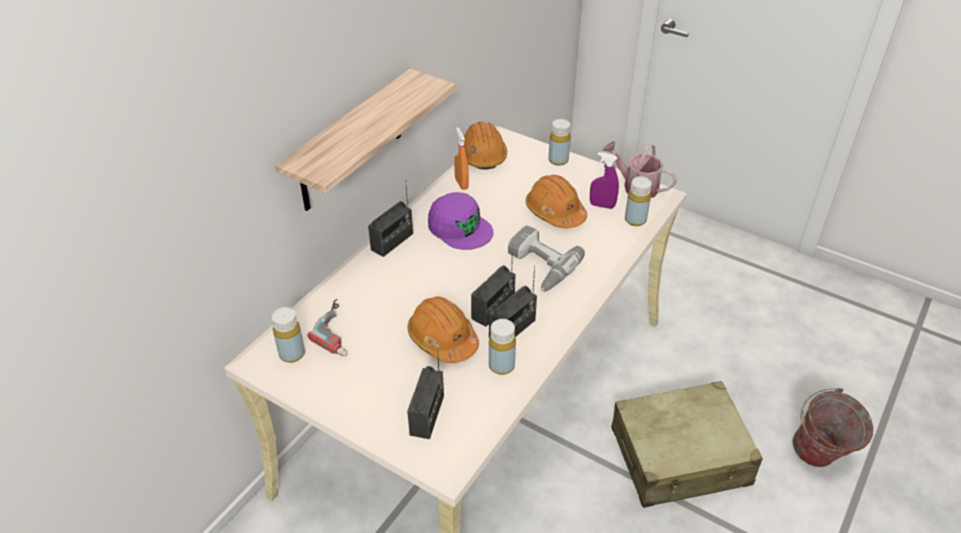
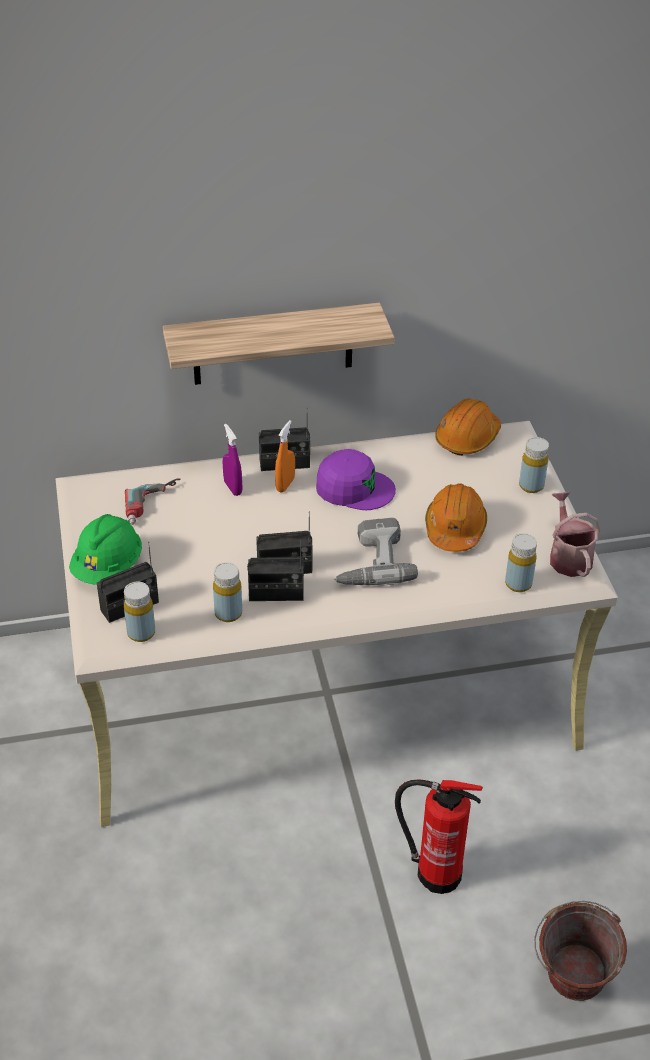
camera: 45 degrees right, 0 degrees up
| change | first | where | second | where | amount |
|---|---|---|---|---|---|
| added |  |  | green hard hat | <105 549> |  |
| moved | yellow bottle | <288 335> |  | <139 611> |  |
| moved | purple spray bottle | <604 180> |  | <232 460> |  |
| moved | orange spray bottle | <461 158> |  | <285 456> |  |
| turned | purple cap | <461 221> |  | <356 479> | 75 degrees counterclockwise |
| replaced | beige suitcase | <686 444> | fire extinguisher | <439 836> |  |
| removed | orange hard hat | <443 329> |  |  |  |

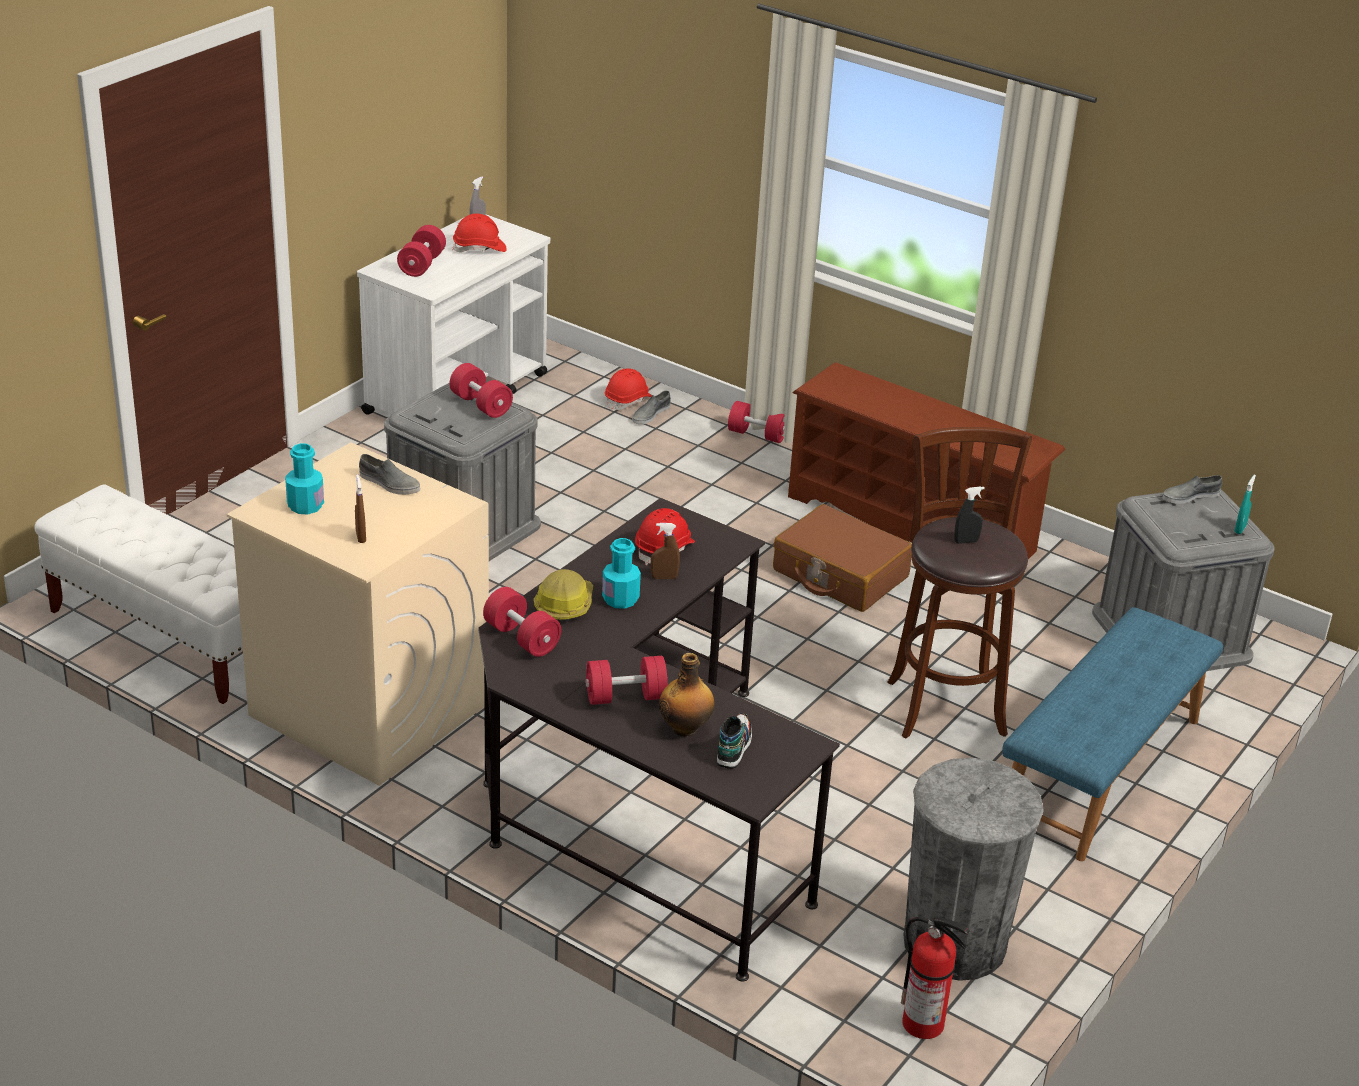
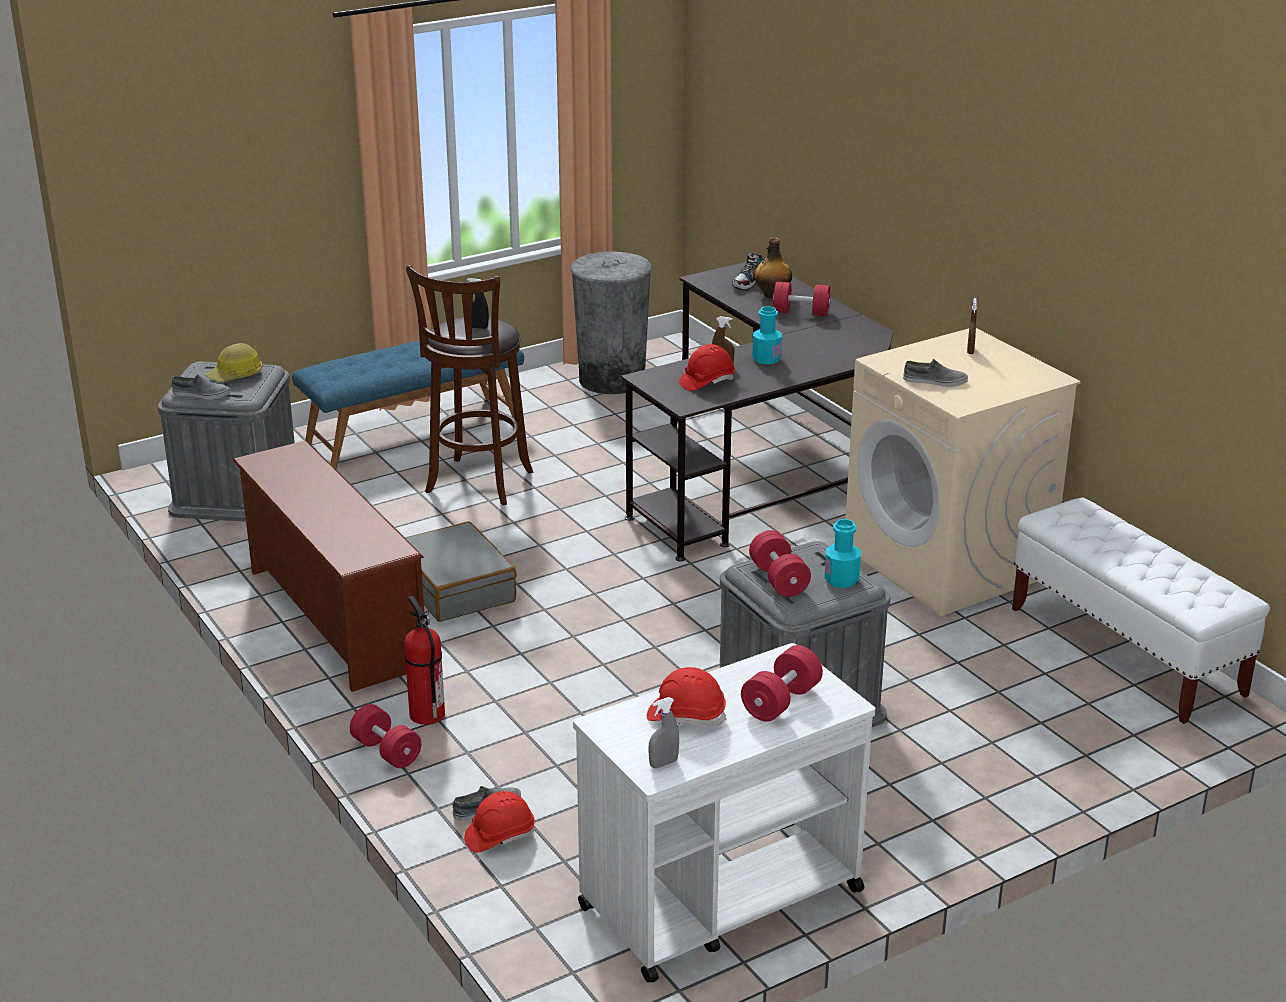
camera: 155 degrees left, 5 degrees down
| change | first | where | second | where | amount |
|---|---|---|---|---|---|
| moved | hard hat | <563 595> |  | <234 362> |  |
| moved | fire extinguisher | <935 978> |  | <424 660> |  |
| recoloured | brown suitcase | <842 558> | grey suitcase | <461 571> |  |
| moved | turquoise bottle | <304 478> |  | <842 553> |  |
| turned | grey shoe | <389 474> |  | <935 373> | 135 degrees clockwise |
| removed | red dumbbell | <522 622> |  |  |  |
| removed | turquoise spray bottle | <1245 504> |  |  |  |

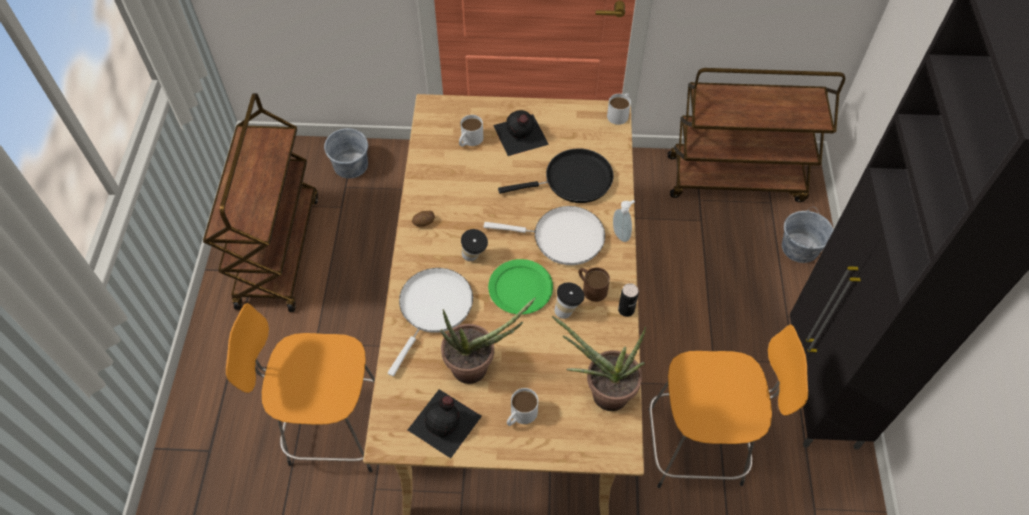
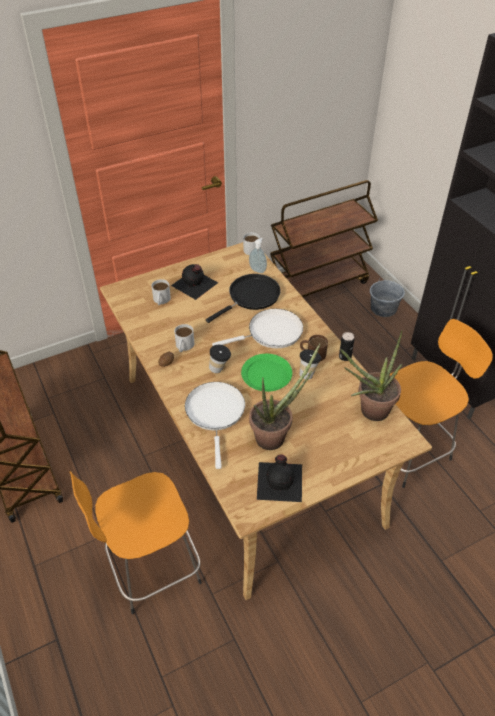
camera: 30 degrees left, 10 degrees down
| change | first | where | second | where | amount |
|---|---|---|---|---|---|
| moved | white mug | <522 407> |  | <184 338> |  |
| moved | soap dispenser | <624 221> |  | <258 255> |  |
| removed | grey bucket | <346 153> |  |  |  |

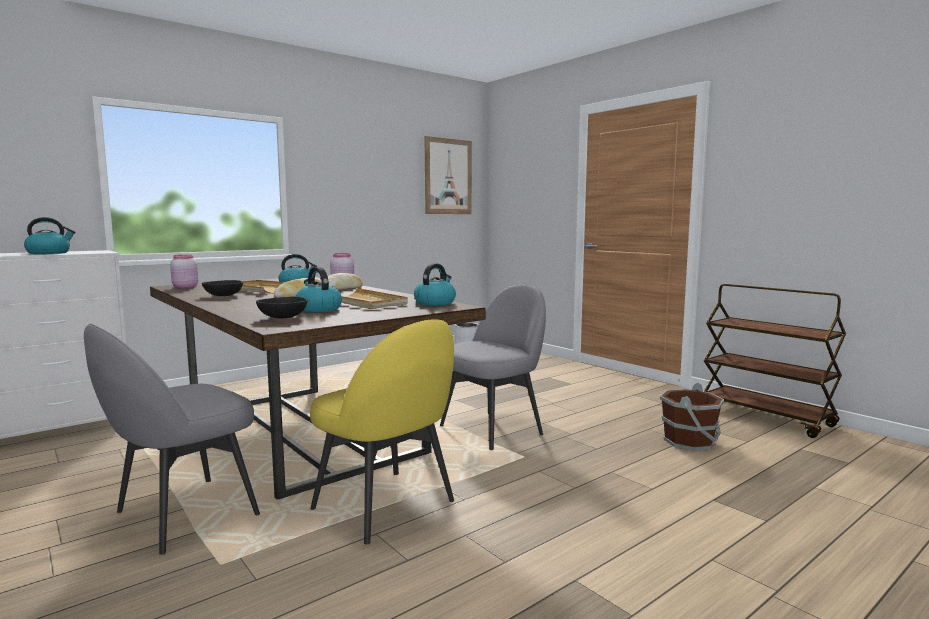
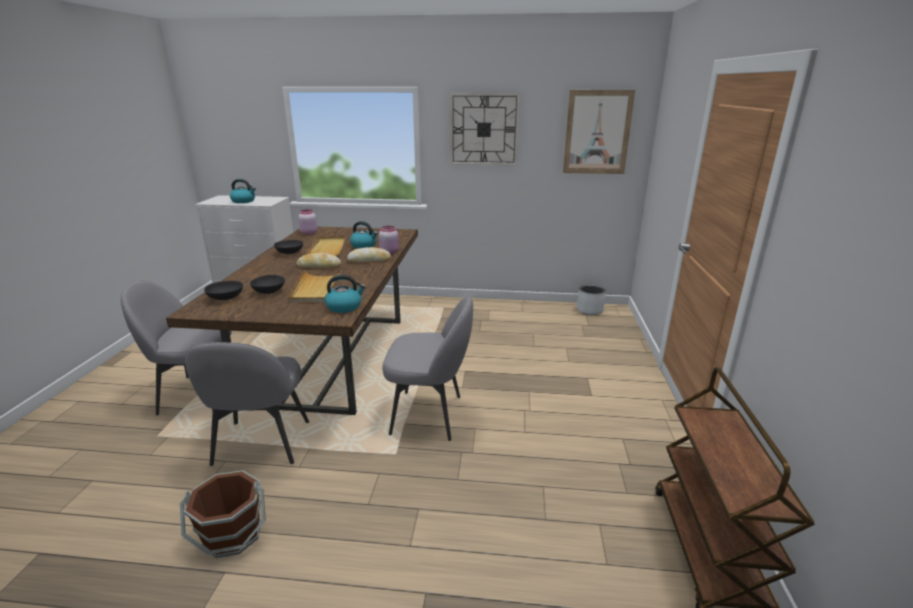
camera: 45 degrees right, 15 degrees up
| change | first | where | second | where | amount |
|---|---|---|---|---|---|
| moved | brown bucket | <692 417> |  | <223 514> |  |
| recoloured | yellow chair | <382 432> | grey chair | <247 404> |  |
| replaced | kettle | <319 289> | black bowl | <267 284> |  |
| added |  |  | wall clock | <485 129> |  |

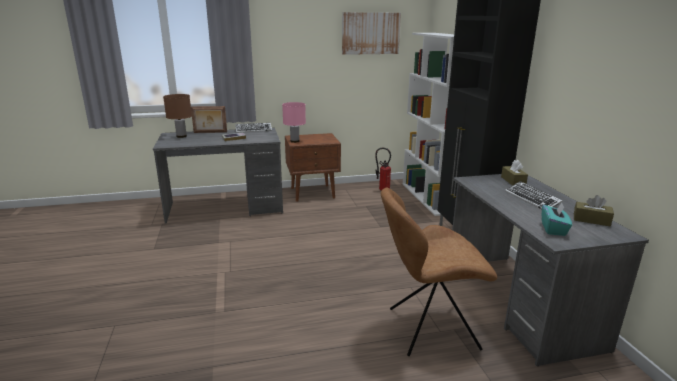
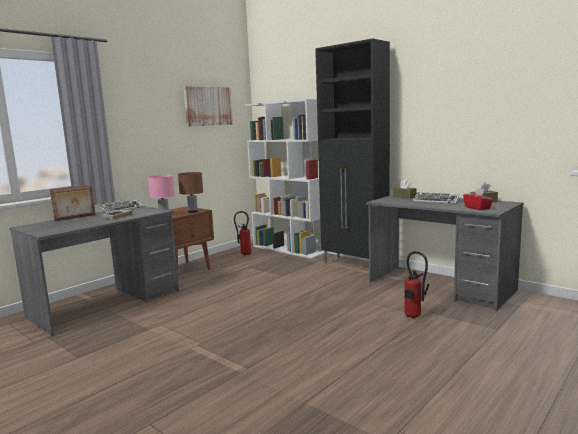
camera: 35 degrees left, 10 degrees down
| change | first | where | second | where | amount |
|---|---|---|---|---|---|
| moved | brown table lamp | <177 116> |  | <190 192> |  |
| replaced | brown chair | <439 272> | fire extinguisher | <416 285> |  |
| recoloured | turquoise tissue box | <557 219> | red tissue box | <478 199> |  |

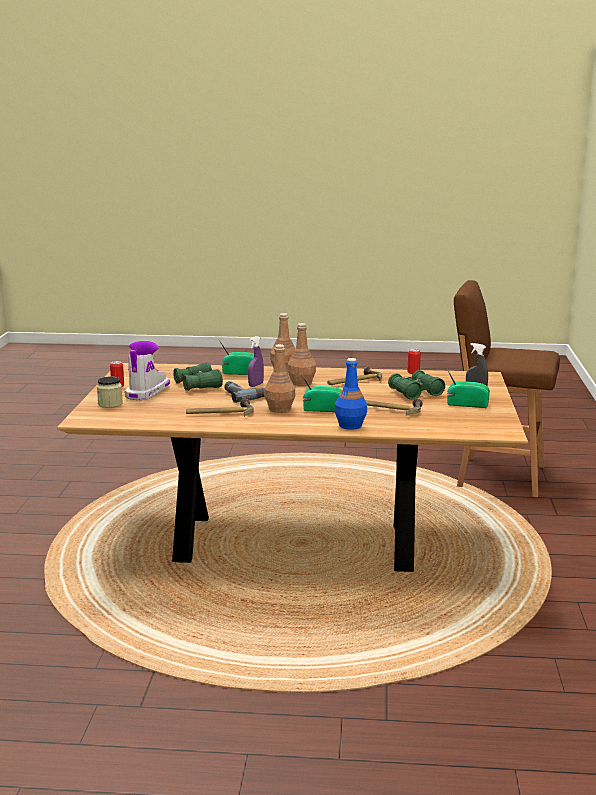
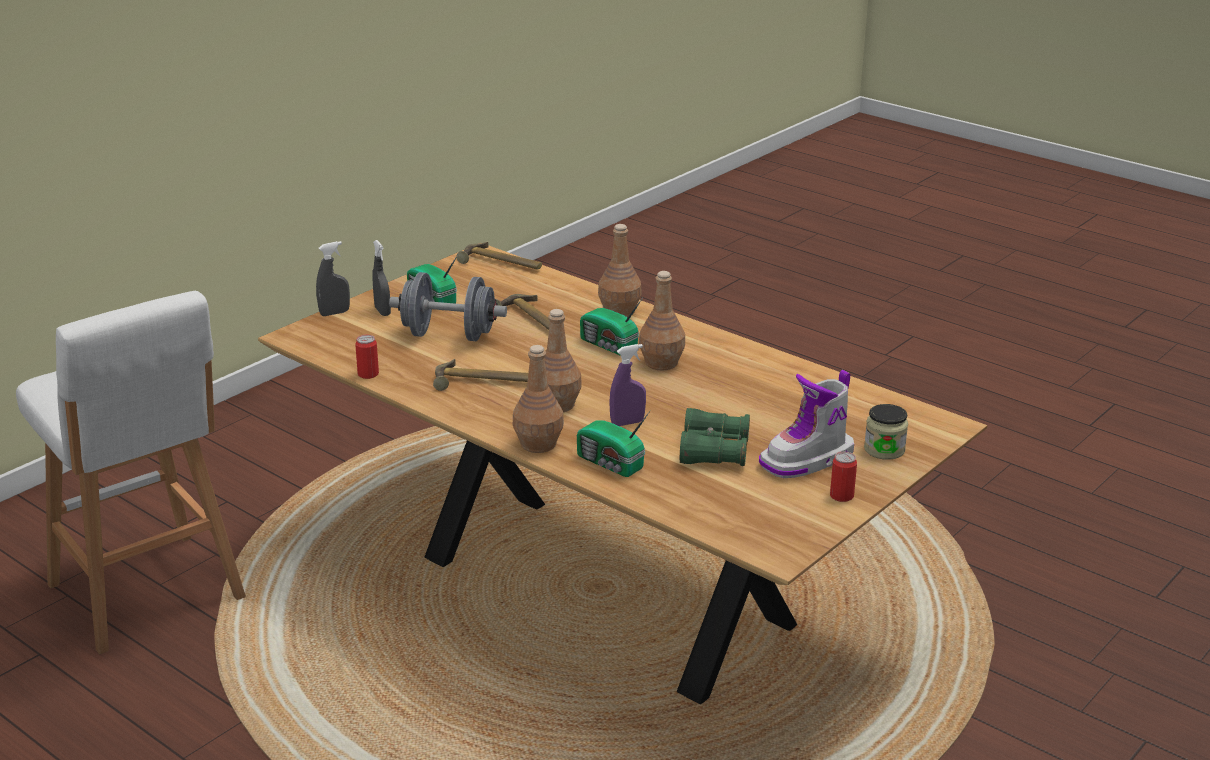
camera: 145 degrees left, 10 degrees up
| change | first | where | second | where | amount |
|---|---|---|---|---|---|
| recoloured | brown stool | <507 388> | white stool | <131 472> |  |
| added |  |  | grey spray bottle | <333 278> |  |
| replaced | green binoculars | <416 385> | grey dumbbell | <448 306> |  |
| moved | hammer | <220 408> |  | <499 255> |  |
| recoloured | blue bottle | <351 394> | brown bottle | <620 270> |  |
| removed | power drill | <244 392> |  |  |  |

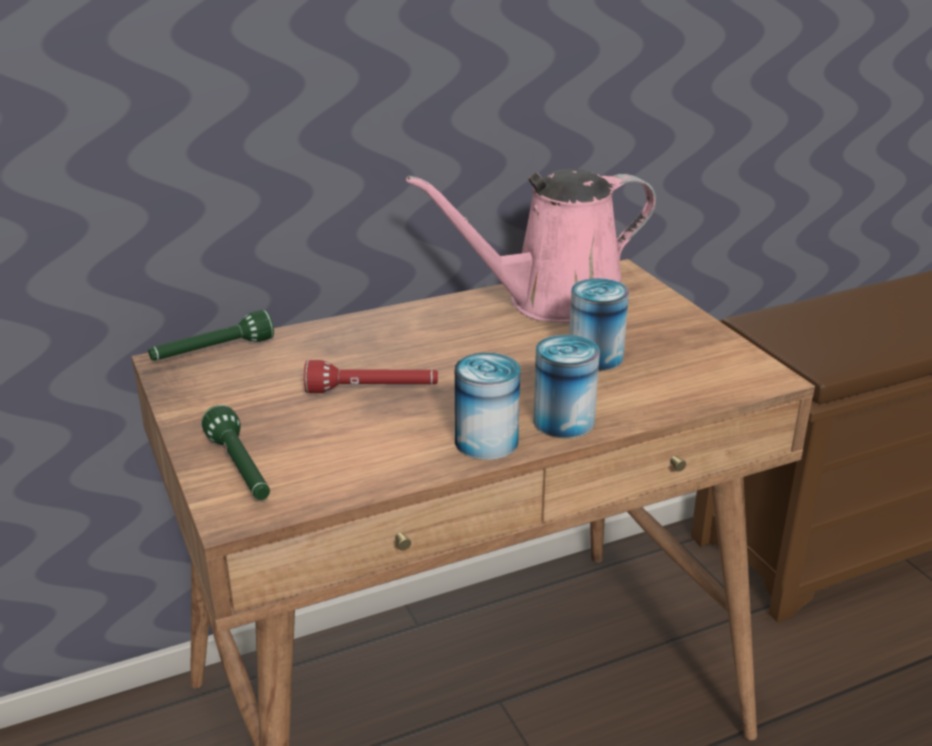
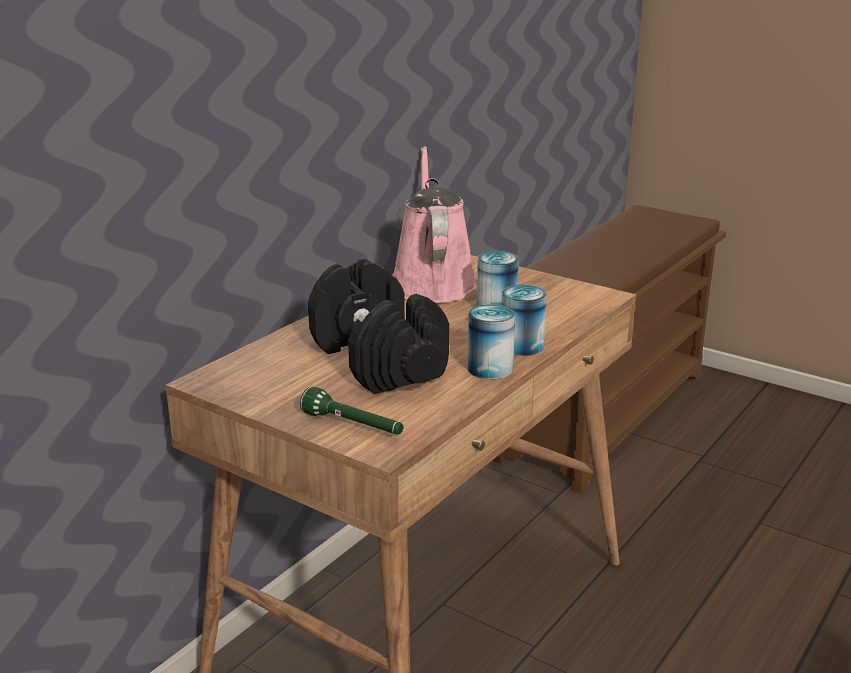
camera: 30 degrees left, 5 degrees down
| change | first | where | second | where | amount |
|---|---|---|---|---|---|
| replaced | red flashlight | <371 376> | black dumbbell | <378 326> |  |
| turned | pink watering can | <531 246> |  | <435 224> | 135 degrees clockwise |
| removed | green flashlight | <211 335> |  |  |  |

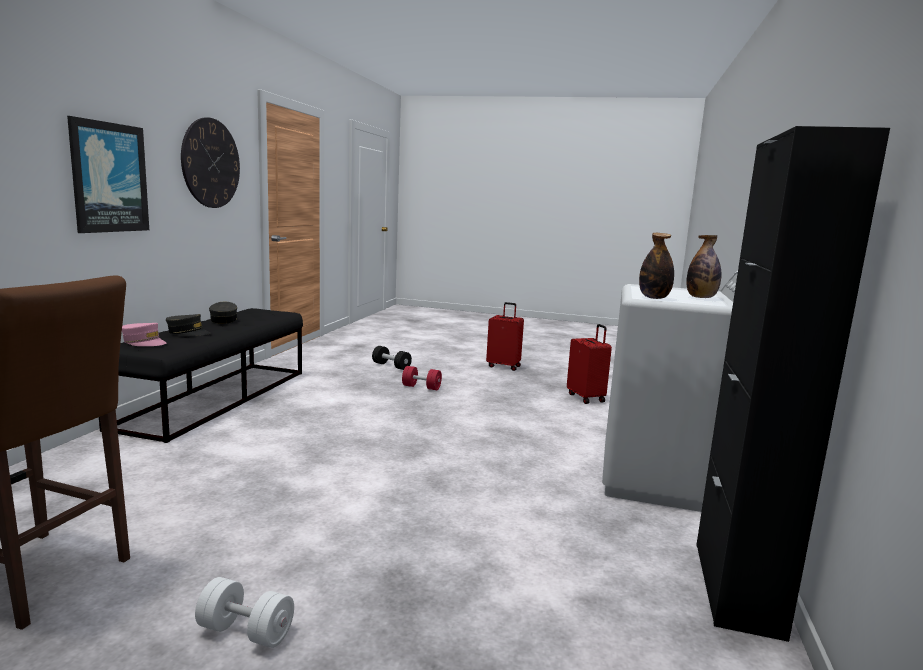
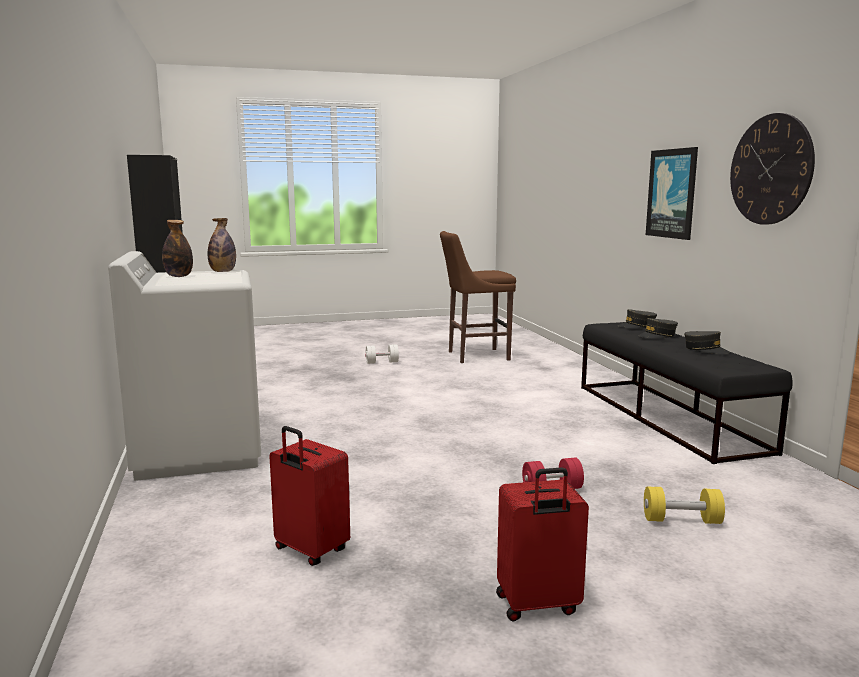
camera: 150 degrees right, 0 degrees up
| change | first | where | second | where | amount |
|---|---|---|---|---|---|
| recoloured | pink cap | <144 334> | grey cap | <637 319> |  |
| recoloured | black dumbbell | <392 358> | yellow dumbbell | <684 505> |  |

